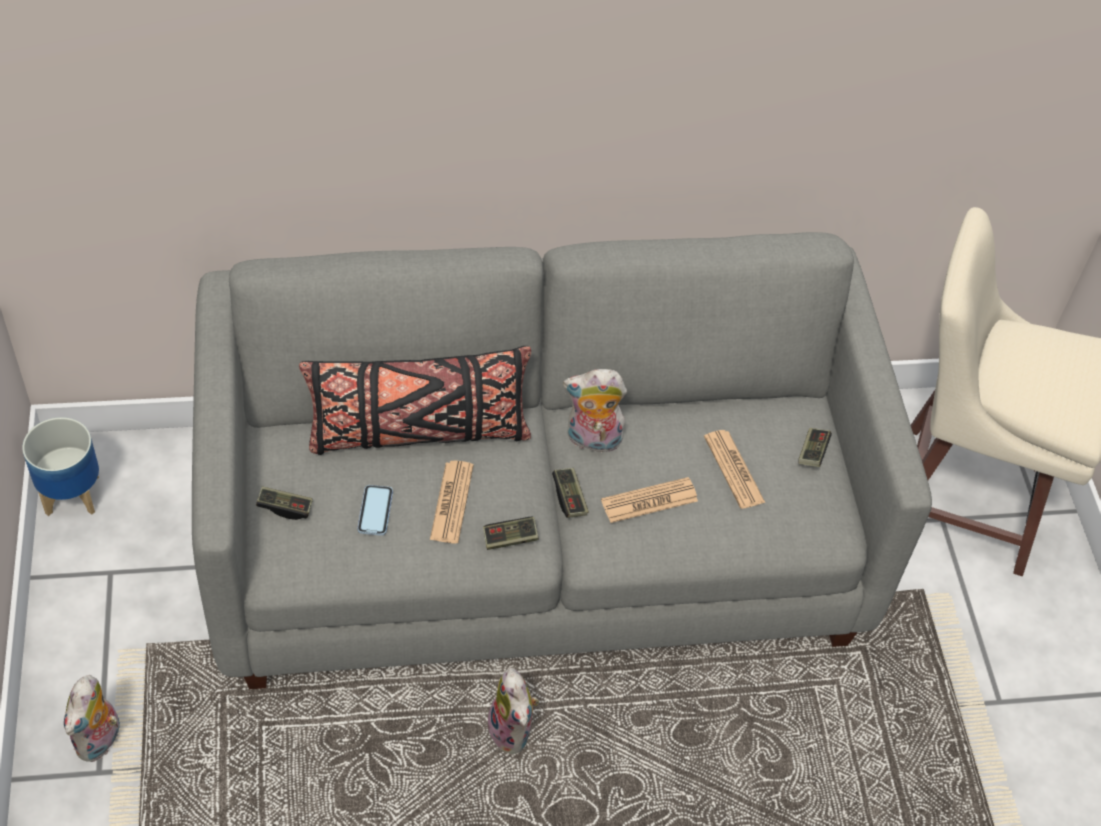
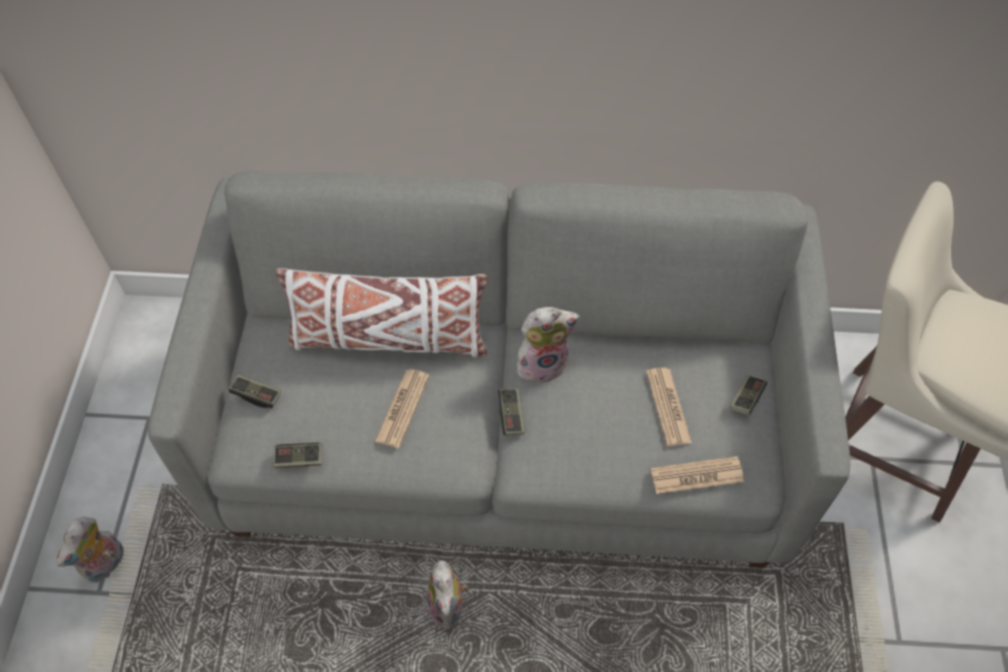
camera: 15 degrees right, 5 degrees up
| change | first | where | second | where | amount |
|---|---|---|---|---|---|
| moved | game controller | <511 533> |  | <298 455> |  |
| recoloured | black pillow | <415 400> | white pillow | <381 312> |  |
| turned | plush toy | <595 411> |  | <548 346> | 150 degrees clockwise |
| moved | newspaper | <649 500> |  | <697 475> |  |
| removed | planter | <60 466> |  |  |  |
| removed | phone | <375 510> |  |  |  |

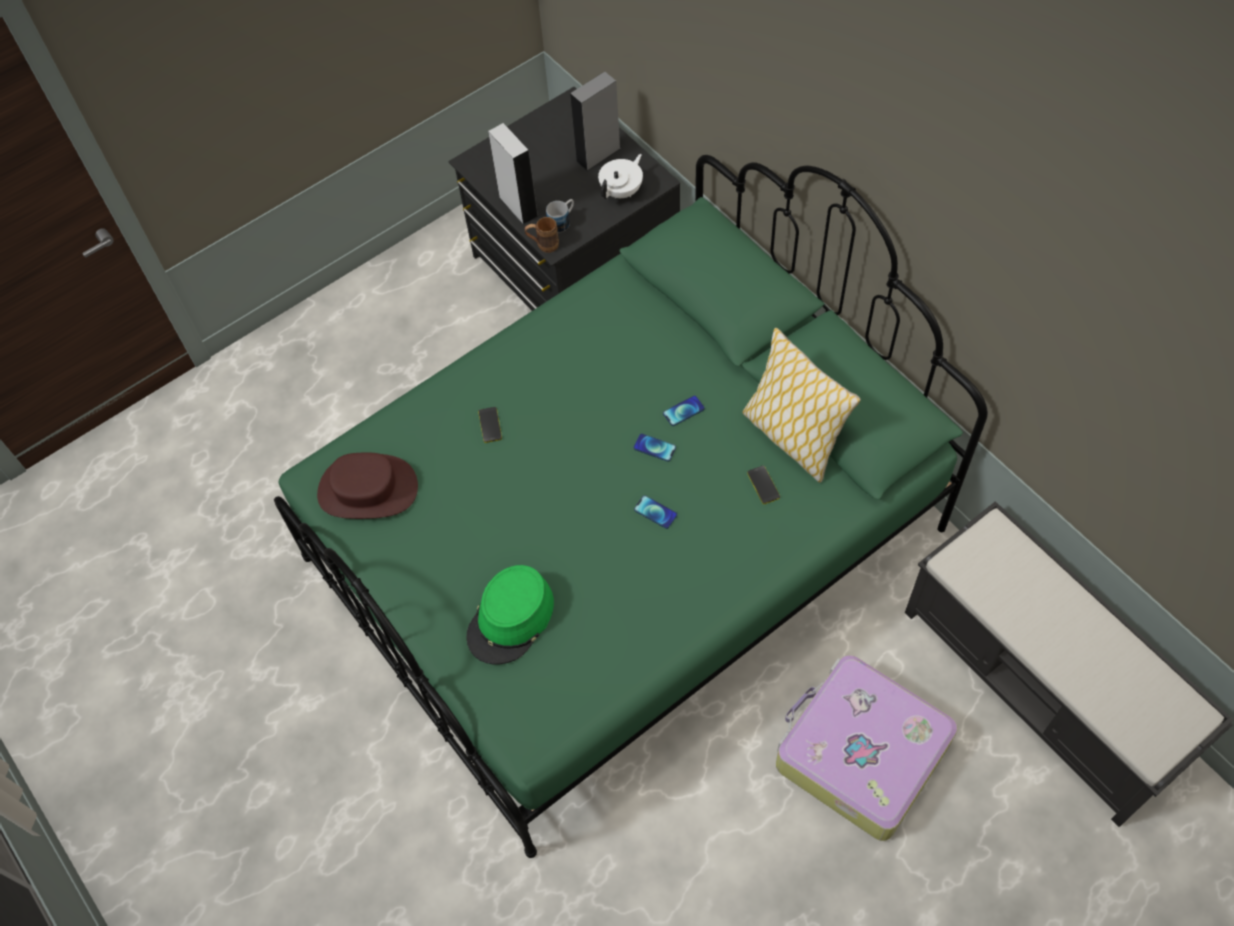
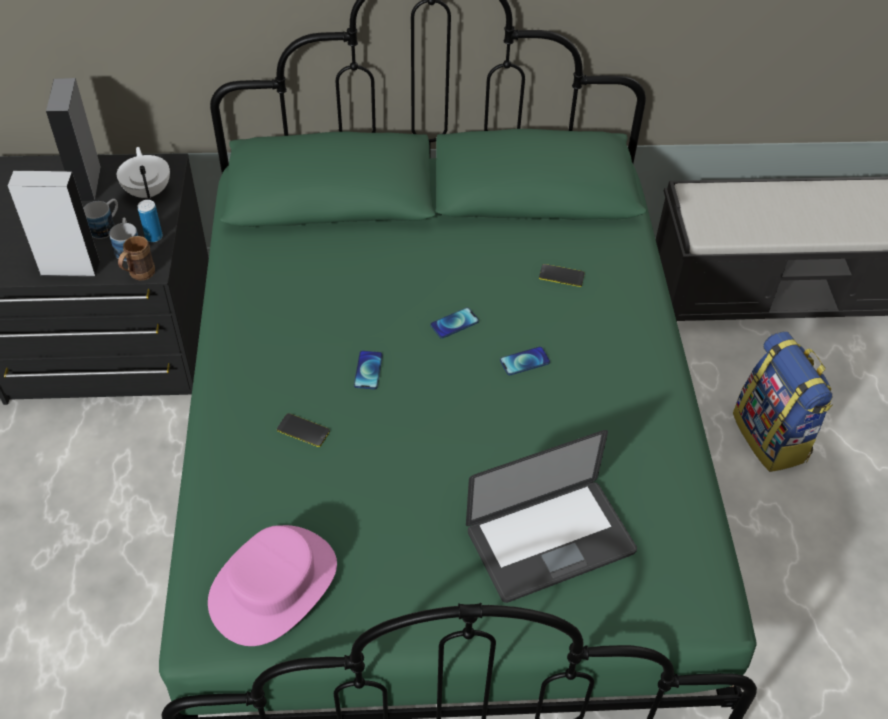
camera: 60 degrees left, 10 degrees down
| change | first | where | second | where | amount |
|---|---|---|---|---|---|
| added |  |  | mug | <100 219> |  |
| added |  |  | can | <150 221> |  |
| recoloured | brown hat | <367 485> | pink hat | <272 585> |  |
| moved | phone | <684 410> |  | <368 370> |  |
| replaced | green hat | <510 614> | laptop | <551 516> |  |
| replaced | suitcase | <867 748> | backpack | <783 402> |  |
| removed | pillow | <801 405> |  |  |  |

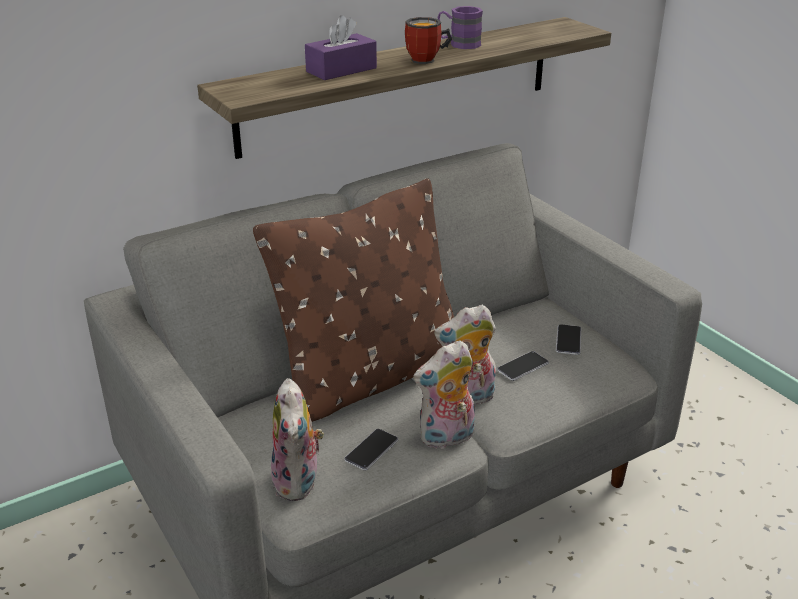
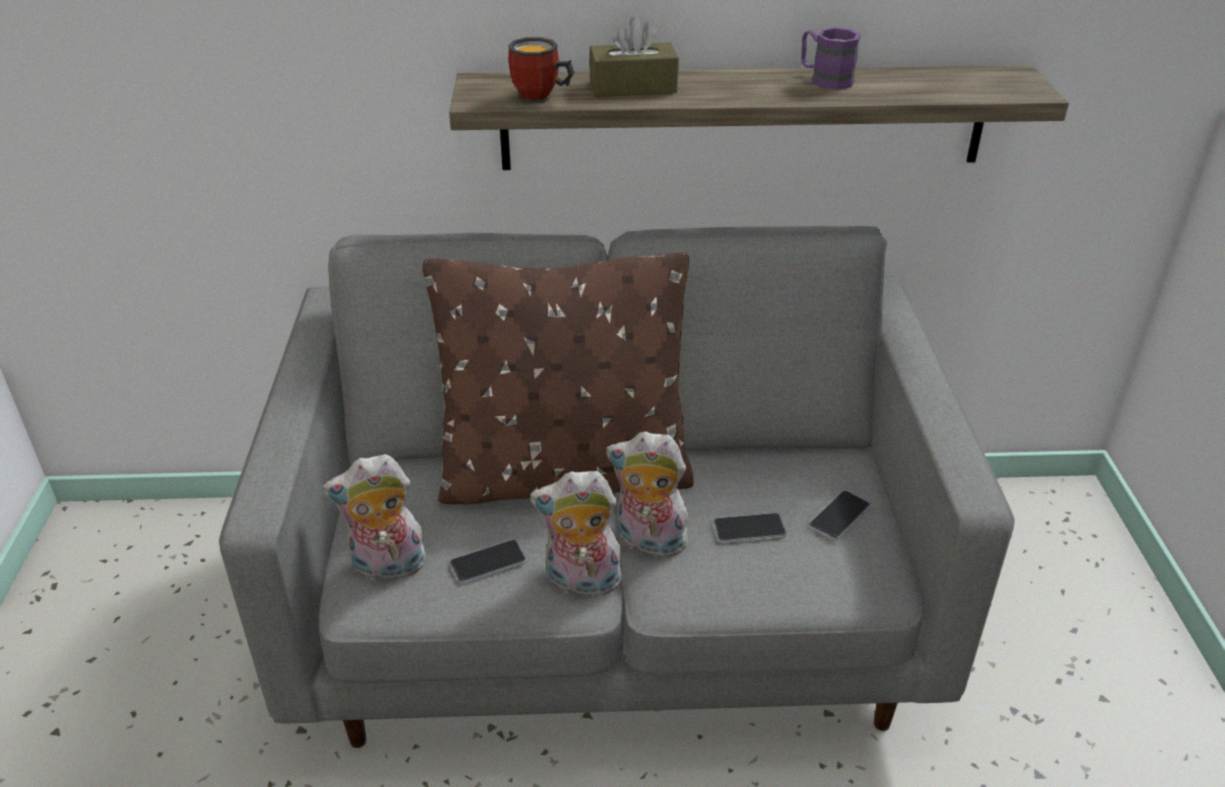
camera: 30 degrees right, 5 degrees up
| change | first | where | second | where | amount |
|---|---|---|---|---|---|
| turned | plush toy | <297 439> |  | <375 517> | 60 degrees clockwise |
| moved | mug | <428 40> |  | <541 70> |  |
| recoloured | purple tissue box | <341 47> | brown tissue box | <633 57> |  |

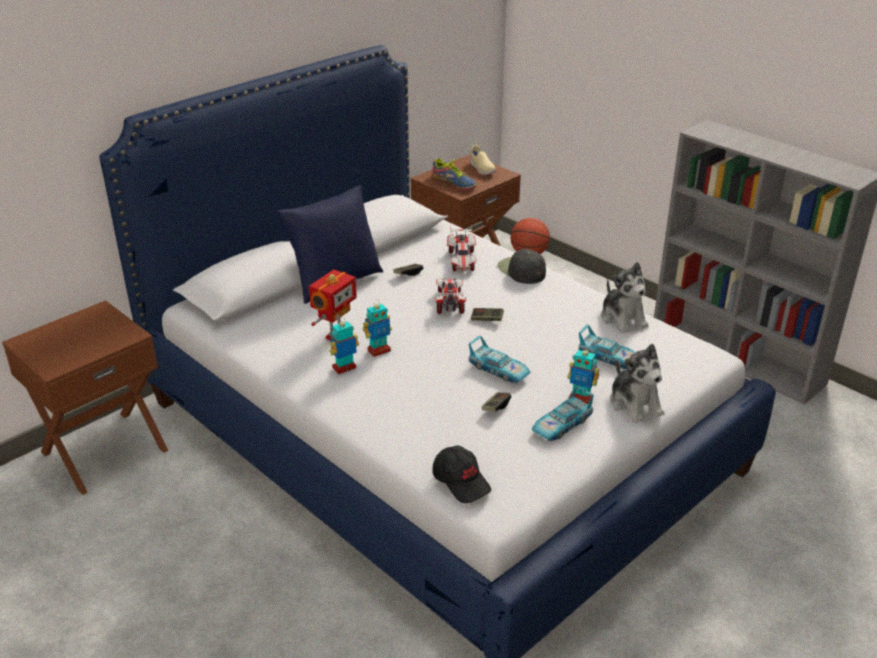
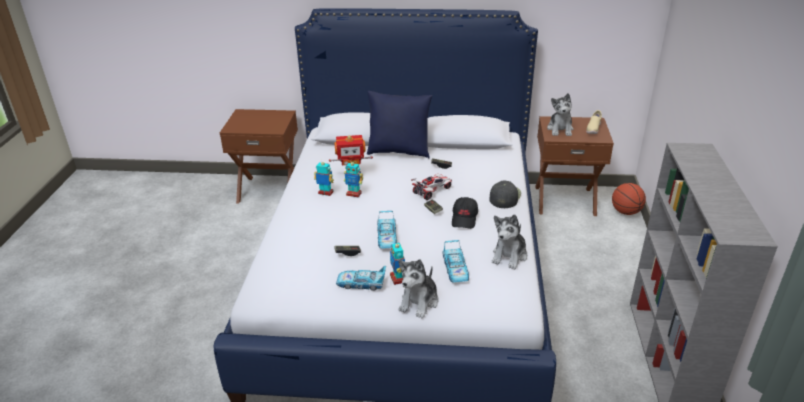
camera: 50 degrees right, 0 degrees up
| change | first | where | second | where | amount |
|---|---|---|---|---|---|
| moved | black cap | <461 474> |  | <465 213> |  |
| replaced | shoe | <454 174> | plush toy | <560 114> |  |
| removed | toy car | <461 249> |  |  |  |

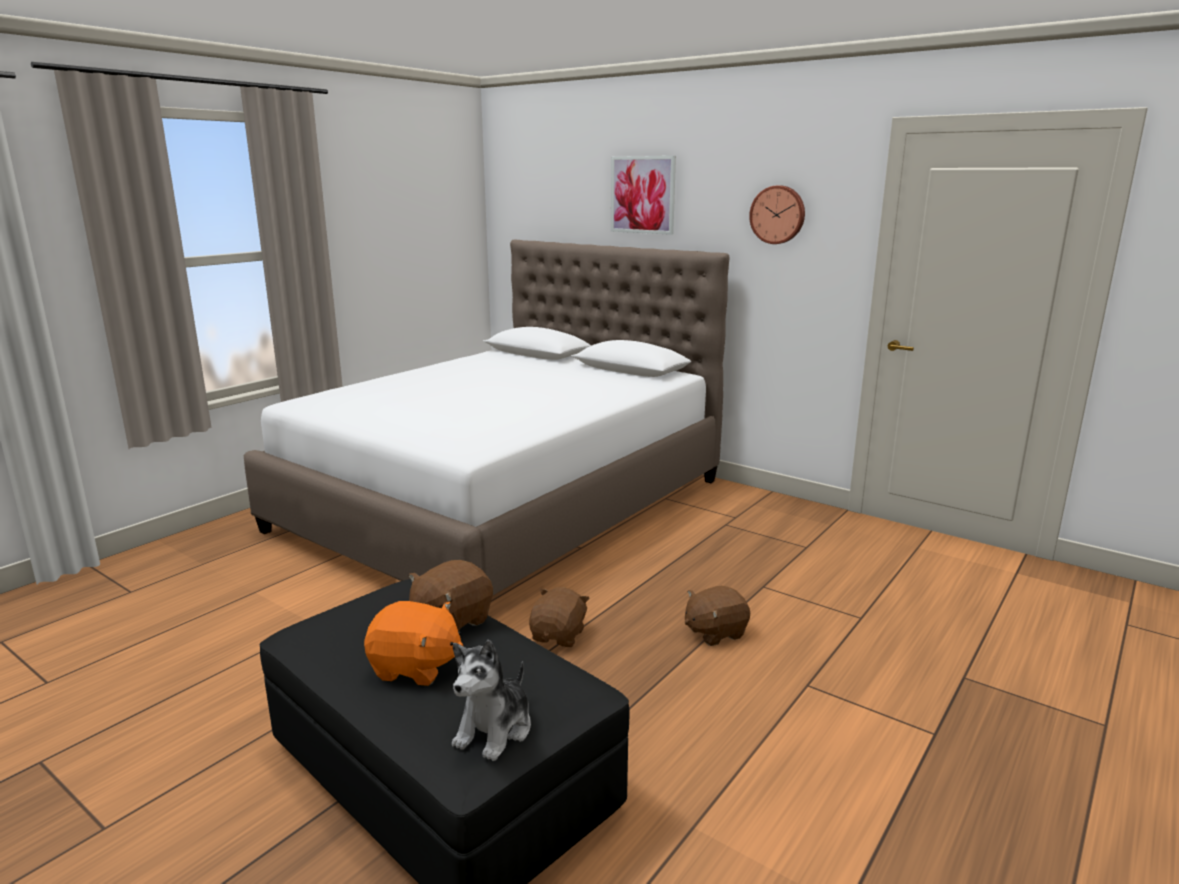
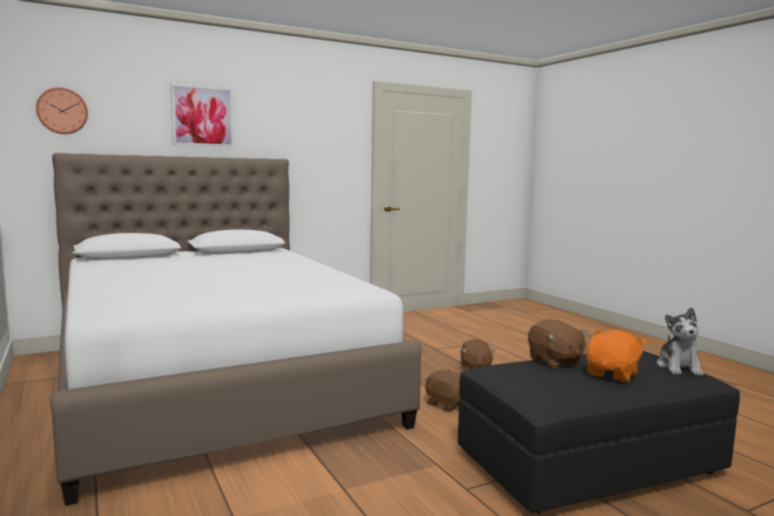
camera: 65 degrees left, 10 degrees down
| change | first | where | second | where | amount |
|---|---|---|---|---|---|
| moved | wall clock | <777 214> |  | <62 110> |  |
| turned | plush toy | <491 700> |  | <680 341> | 45 degrees clockwise |

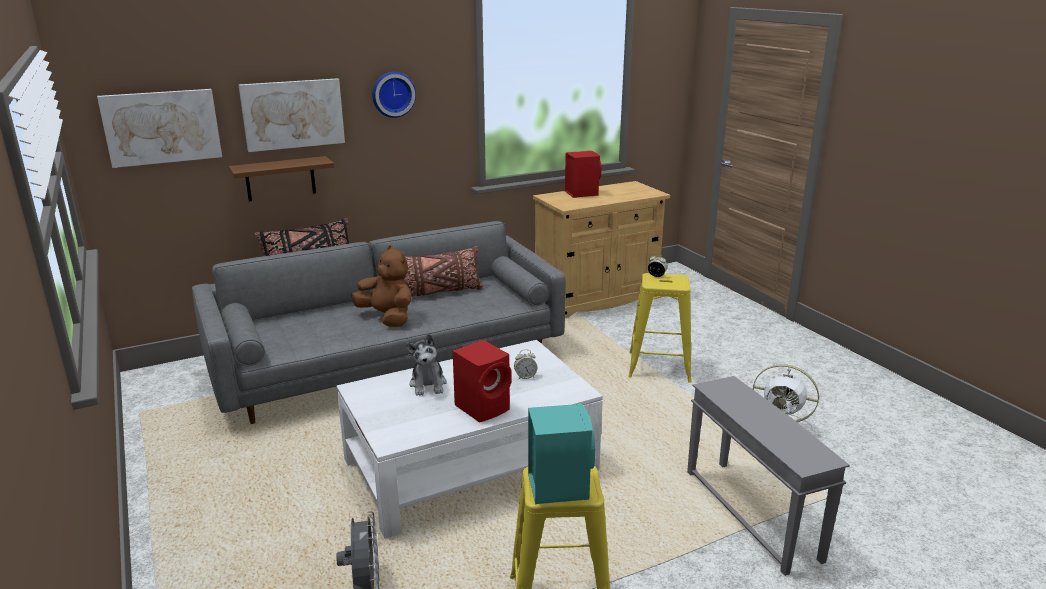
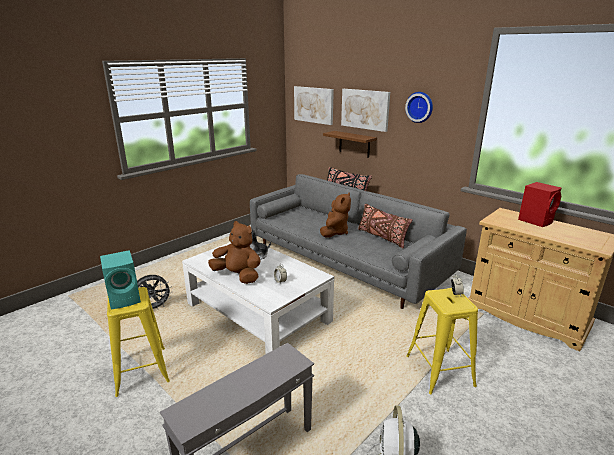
camera: 70 degrees right, 0 degrees up
| change | first | where | second | where | amount |
|---|---|---|---|---|---|
| replaced | red speaker | <482 381> | brown plush toy | <234 252> |  |

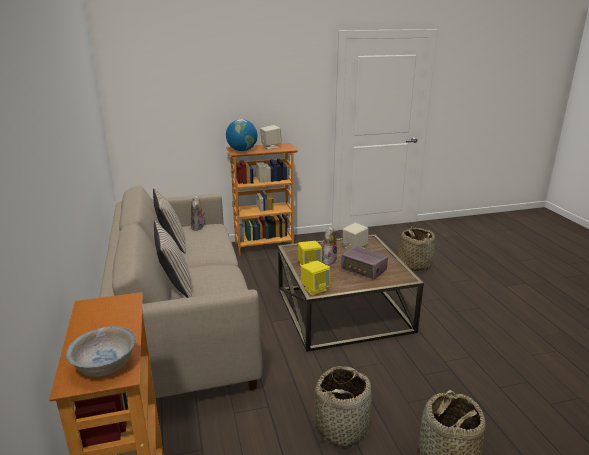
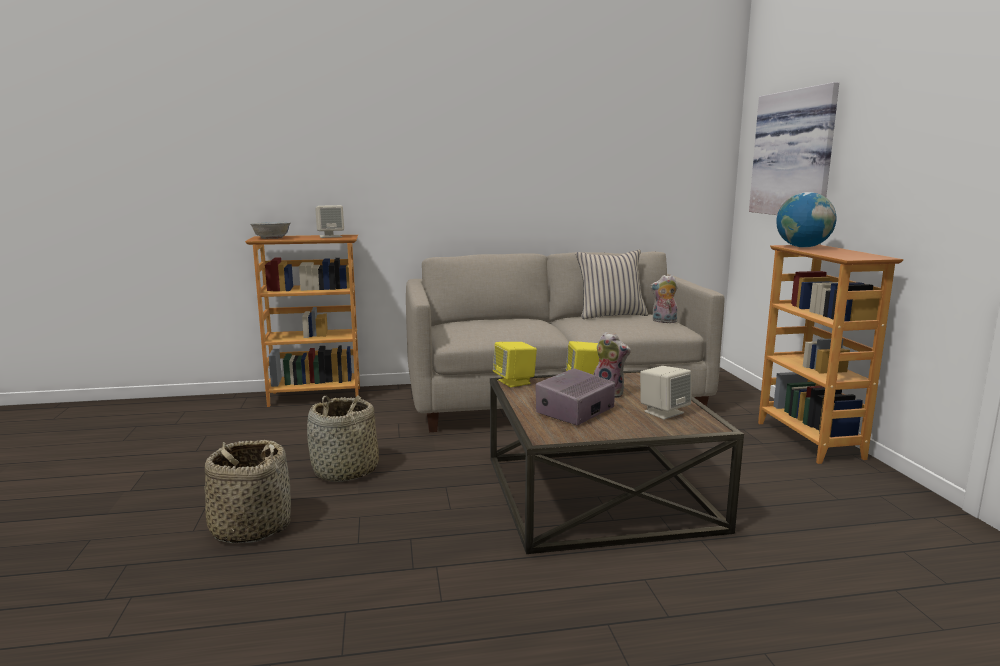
camera: 95 degrees right, 10 degrees down
| change | first | where | second | where | amount |
|---|---|---|---|---|---|
| moved | beige speaker | <271 137> |  | <329 221> |  |
| added |  |  | picture | <794 148> |  |
| removed | beige pillow | <173 259> |  |  |  |
| removed | basket | <416 248> |  |  |  |

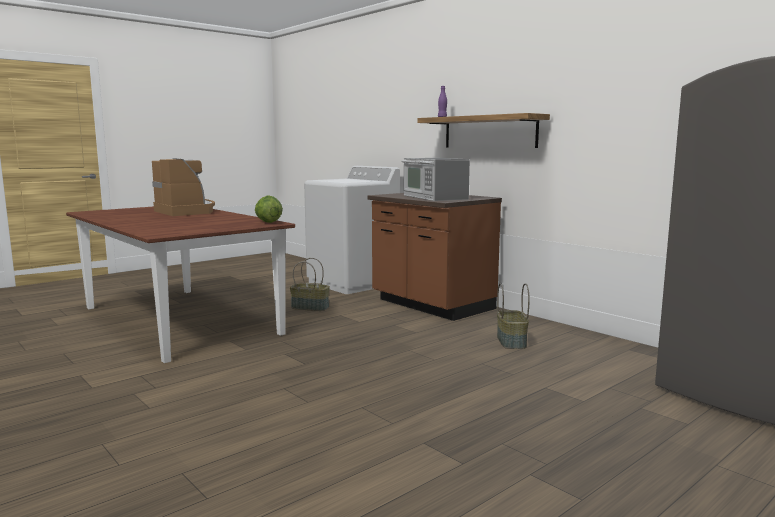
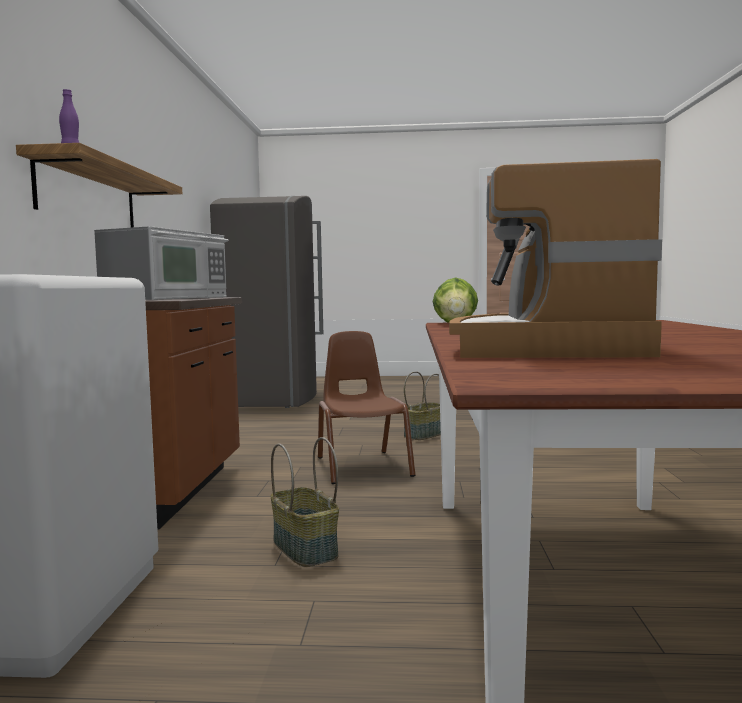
camera: 135 degrees left, 5 degrees down
| change | first | where | second | where | amount |
|---|---|---|---|---|---|
| added |  |  | brown chair | <366 407> |  |
| moved | basket | <513 316> |  | <422 405> |  |

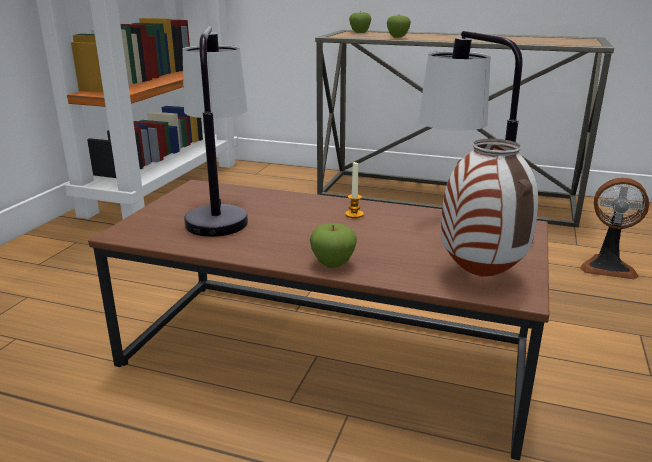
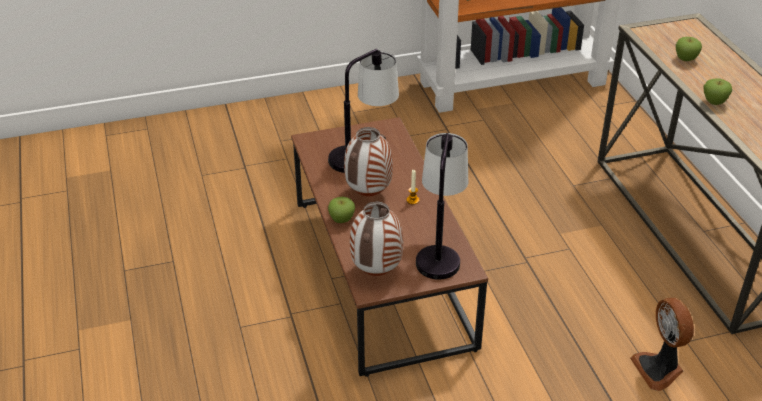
camera: 55 degrees right, 15 degrees up
| change | first | where | second | where | amount |
|---|---|---|---|---|---|
| added |  |  | vase | <368 161> |  |
| moved | apple | <360 22> |  | <717 92> |  |

